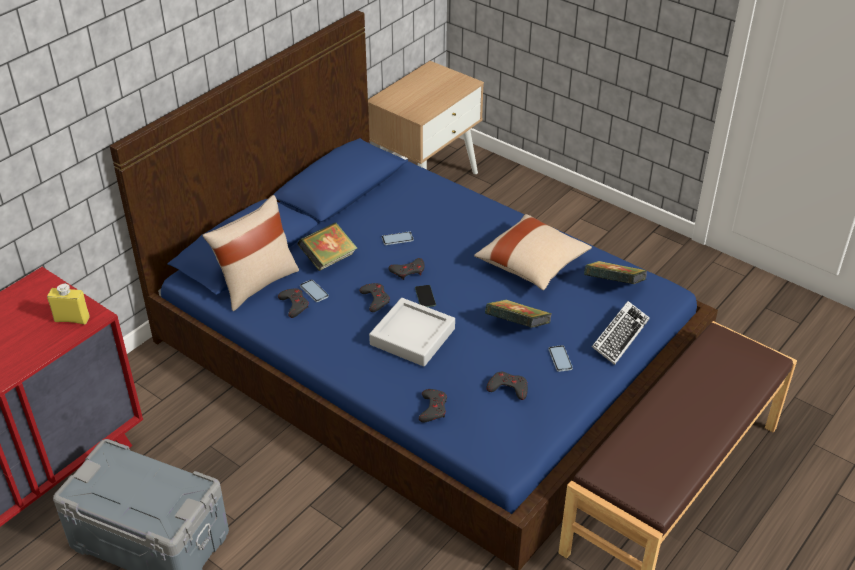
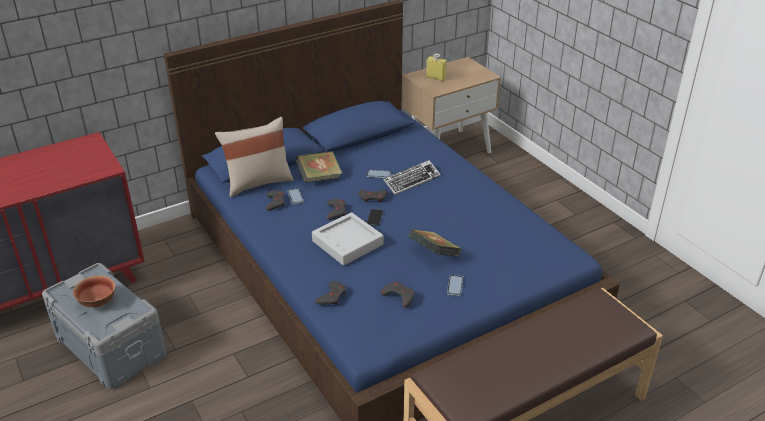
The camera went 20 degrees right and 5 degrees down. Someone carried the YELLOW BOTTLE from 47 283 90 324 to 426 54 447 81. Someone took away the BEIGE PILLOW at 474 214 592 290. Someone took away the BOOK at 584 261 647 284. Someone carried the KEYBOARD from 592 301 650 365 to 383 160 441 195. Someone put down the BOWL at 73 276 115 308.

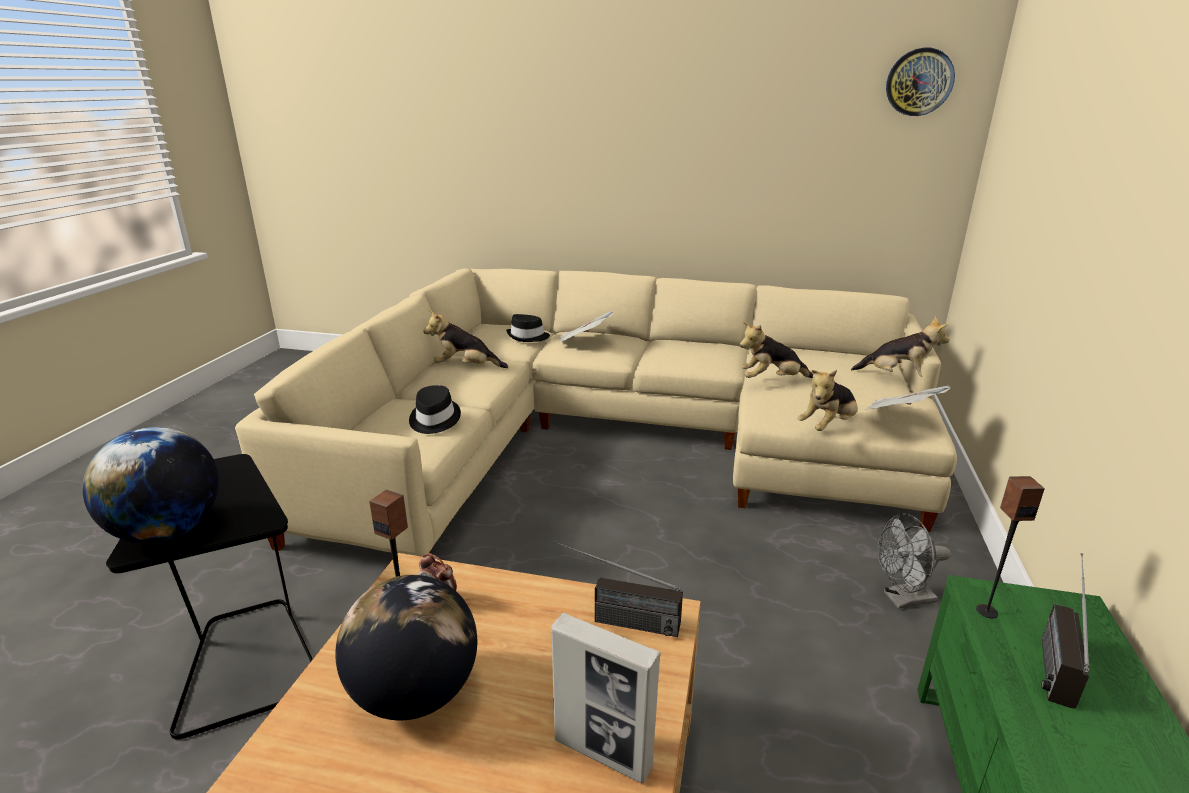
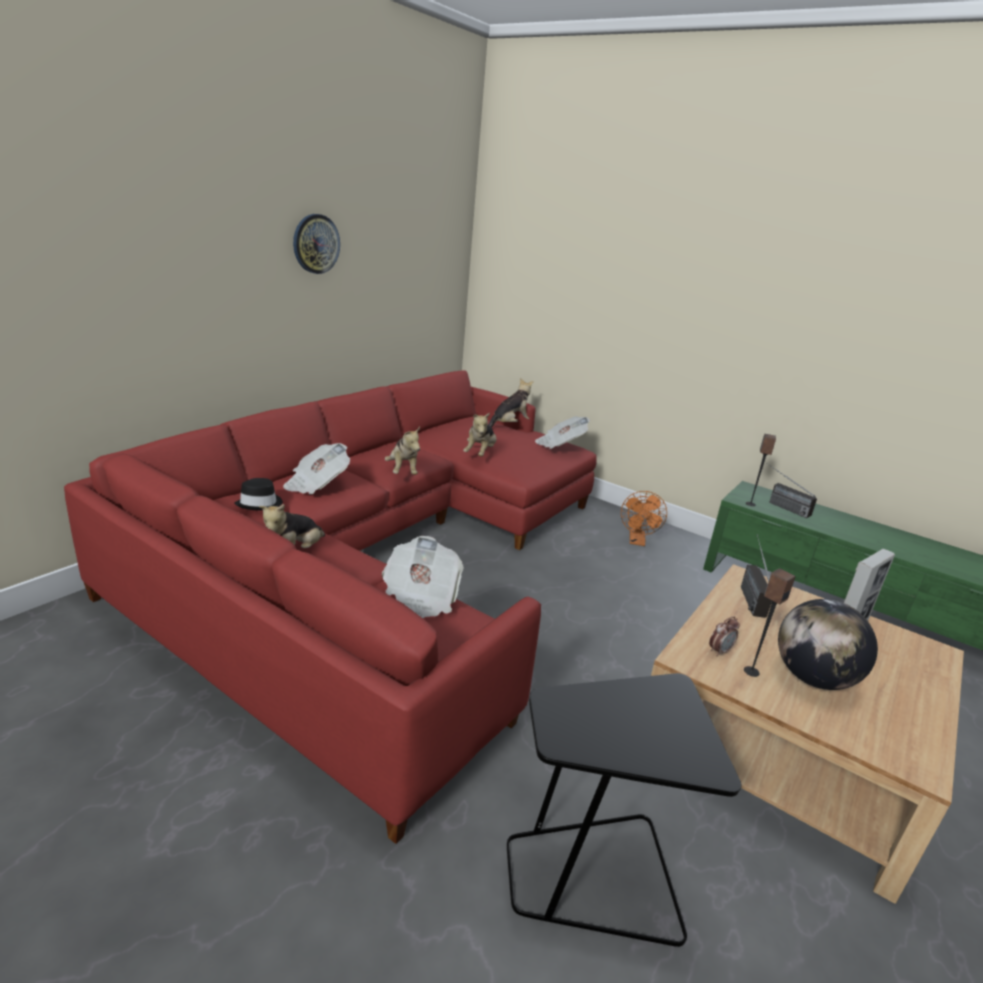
The camera went 70 degrees left and 0 degrees up. Someone took away the GLOBE at 83 427 219 543. Someone repainted the BEIGE SOFA at 235 268 957 557, which became the RED SOFA at 64 370 597 844. Someone swapped the BLACK HAT at 409 385 461 434 for the NEWSPAPER at 382 536 464 618. Someone rotated the RADIO at 555 541 683 637 by 150 degrees clockwise. Someone carried the PLUSH TOY from 797 370 858 431 to 385 427 420 475. Someone repainted the GREY FAN at 877 513 951 609, which became the ORANGE FAN at 621 491 667 546. Someone carried the WALL CLOCK from 886 48 955 116 to 293 214 340 274.

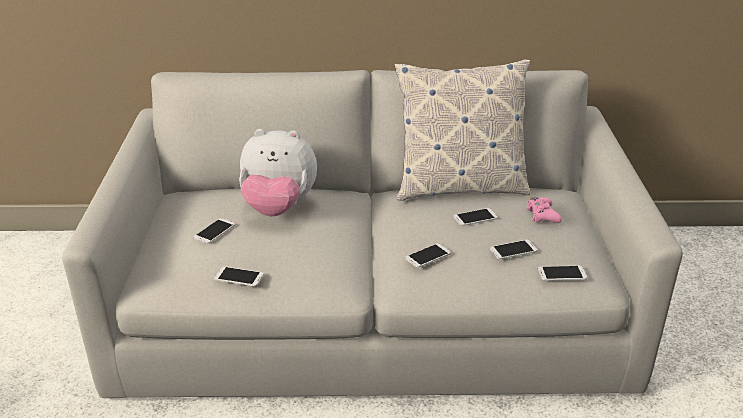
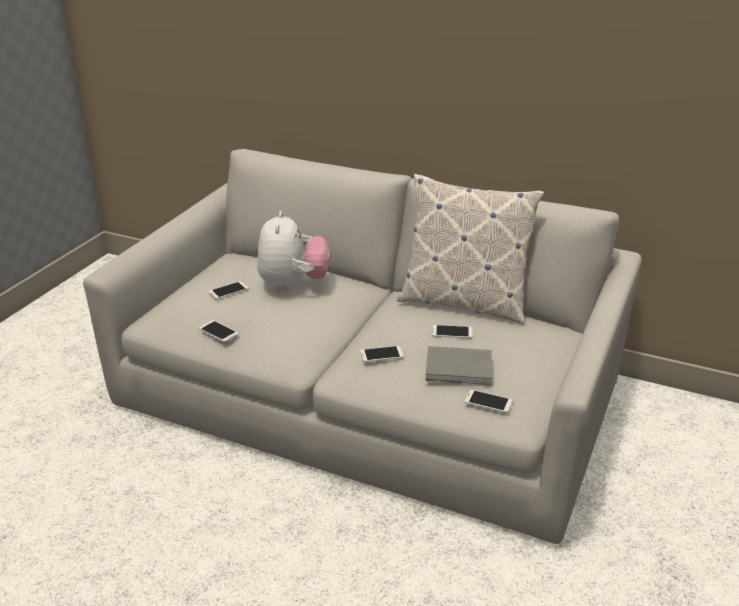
The camera went 25 degrees right and 0 degrees up. Someone rotated the PLUSH TOY at 239 129 317 216 by 120 degrees counterclockwise. Someone swapped the PHONE at 490 240 537 259 for the GREY BOOK at 425 346 492 385. Someone took away the PINK GAME CONTROLLER at 526 197 562 223.

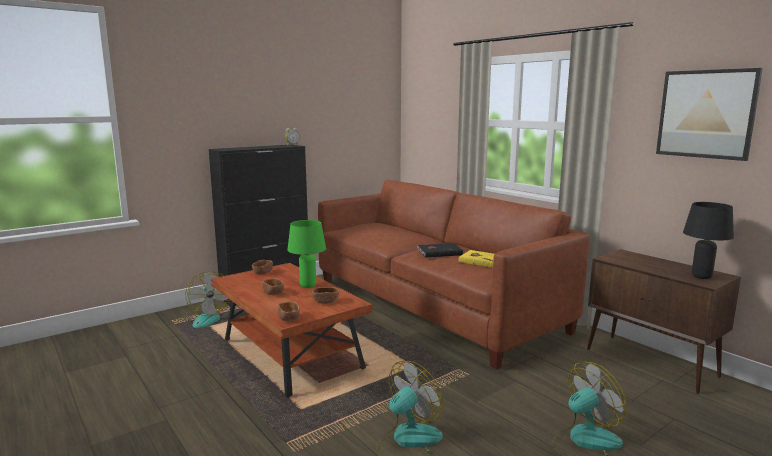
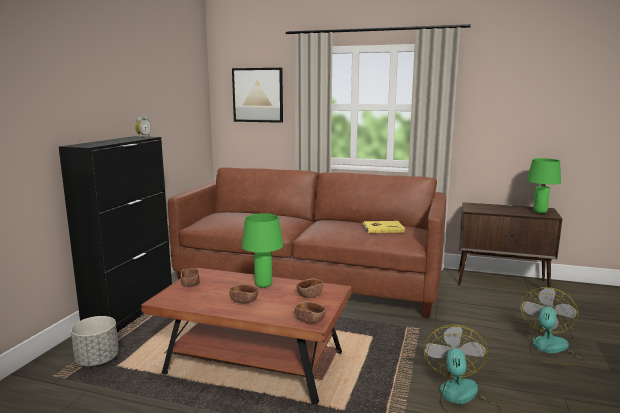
The camera went 35 degrees left and 0 degrees up. Someone swapped the FAN at 178 271 231 328 for the GREY PLANTER at 71 316 119 366. Someone took away the BLACK BOOK at 417 243 463 258. Someone carried the PICTURE from 656 68 763 161 to 232 68 283 123. Someone repainted the BLACK TABLE LAMP at 683 202 734 279, which became the GREEN TABLE LAMP at 527 158 561 213.

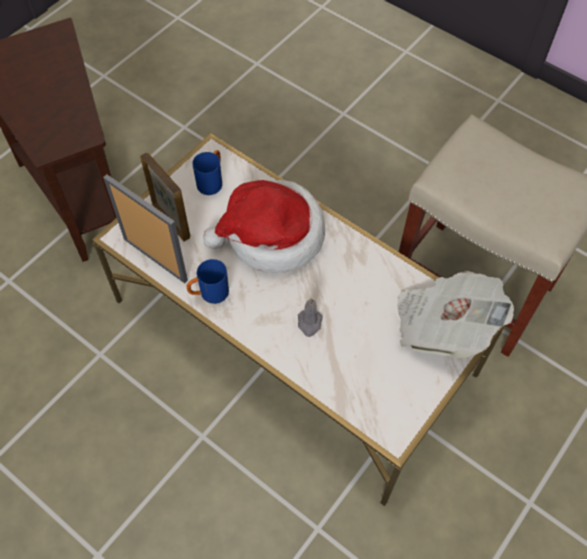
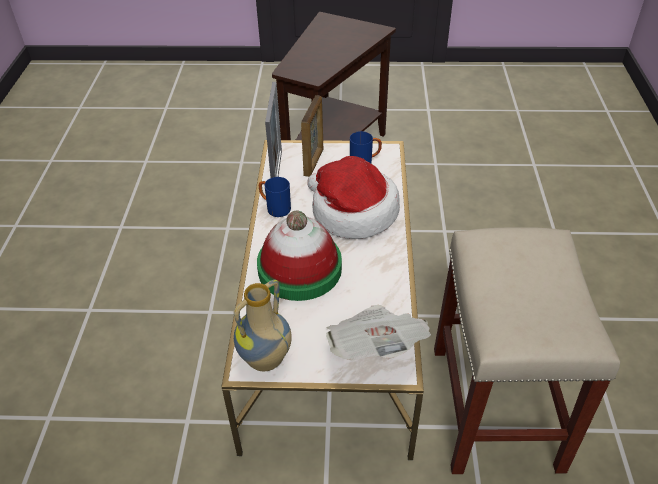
The camera went 55 degrees right and 15 degrees down. Someone swapped the GREY CANDLE at 298 298 323 337 for the HAT at 257 211 342 301. Someone put down the VASE at 234 280 292 371.

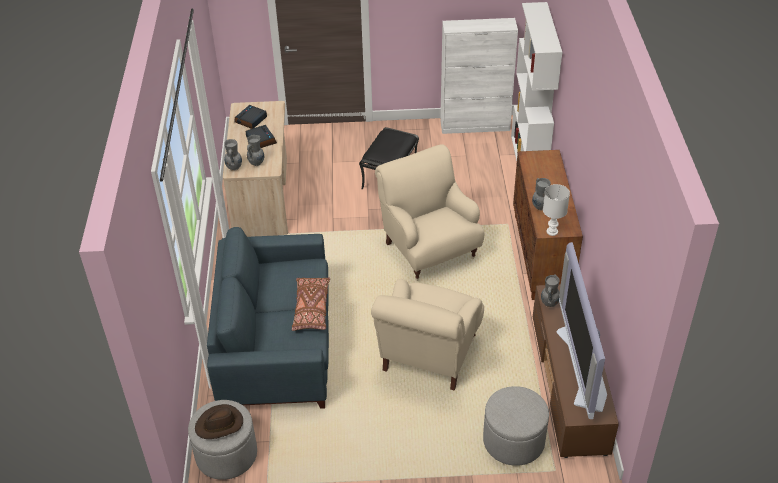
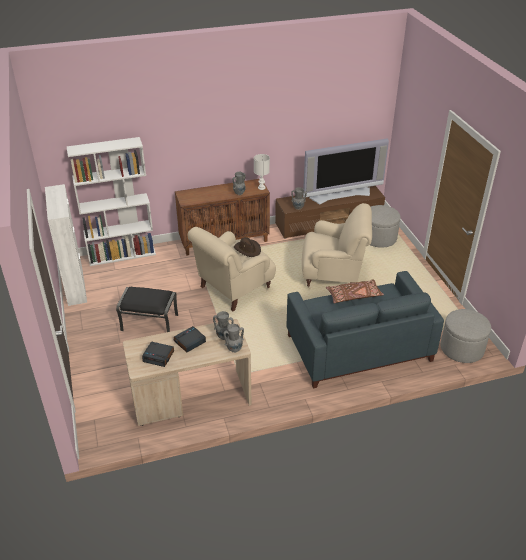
The camera went 105 degrees left and 5 degrees down. Someone carried the BROWN HAT from 195 404 243 439 to 234 237 261 257.

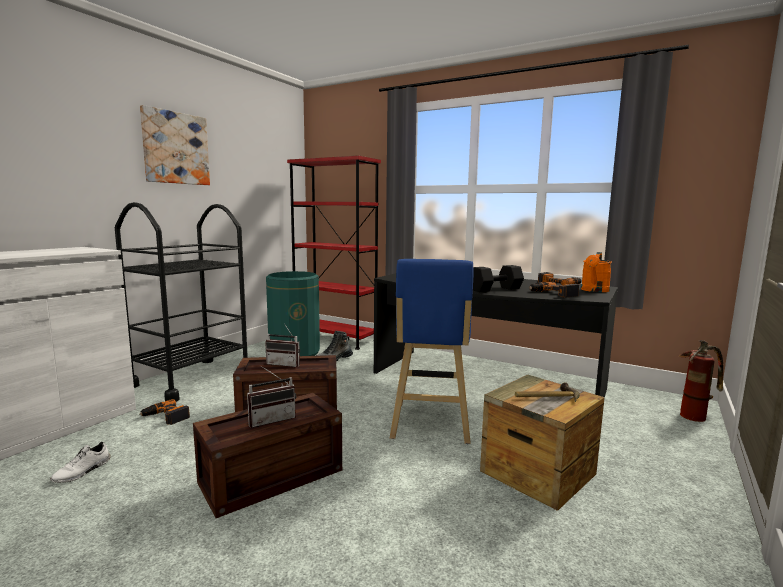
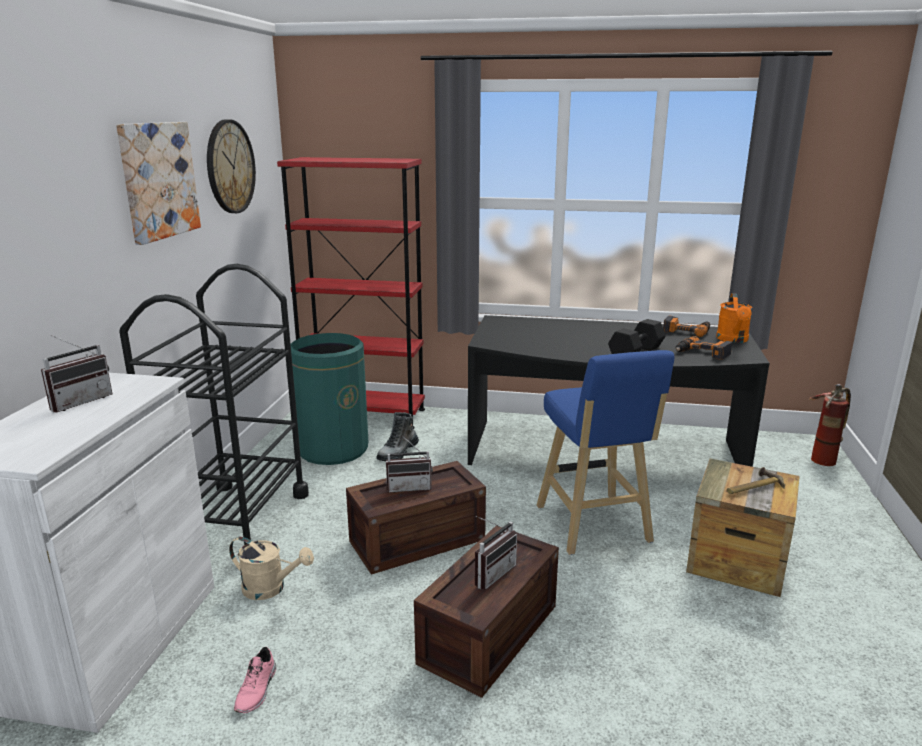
The camera went 20 degrees left and 10 degrees up. Someone repainted the WHITE SHOE at 50 442 111 483, which became the PINK SHOE at 234 647 276 713. Someone swapped the POWER DRILL at 139 399 190 425 for the BEIGE WATERING CAN at 229 537 314 600. Someone put down the RADIO at 41 335 112 413. Someone put up the WALL CLOCK at 207 119 256 213.

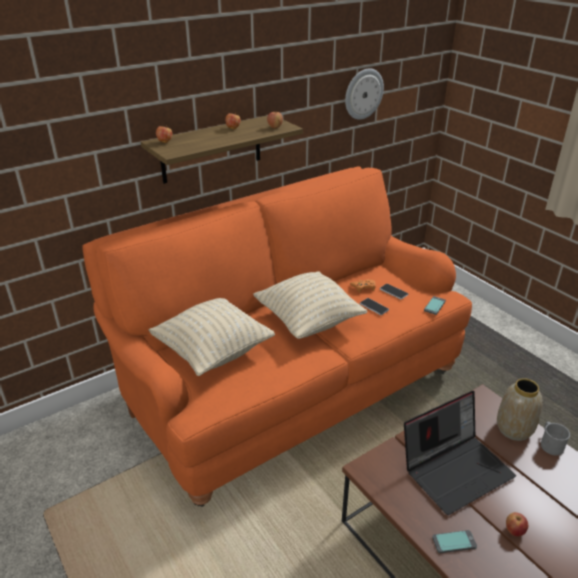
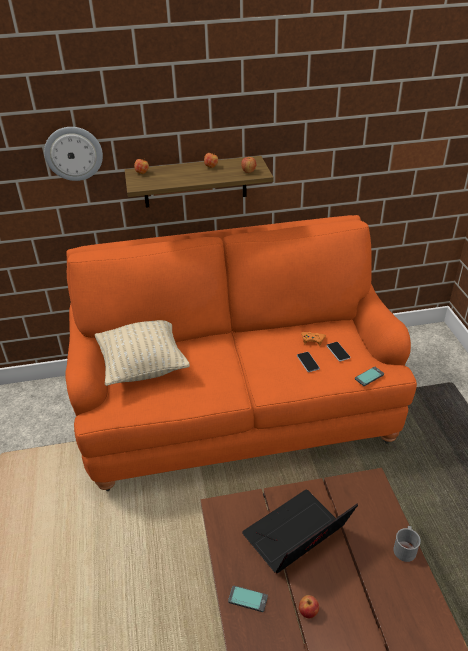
The camera went 25 degrees right and 5 degrees up. Someone took away the BEIGE PILLOW at 253 271 368 339. Someone carried the WALL CLOCK from 345 68 384 119 to 44 127 103 181. Someone rotated the LAPTOP at 404 391 516 515 by 150 degrees clockwise. Someone took away the VASE at 497 378 543 441.

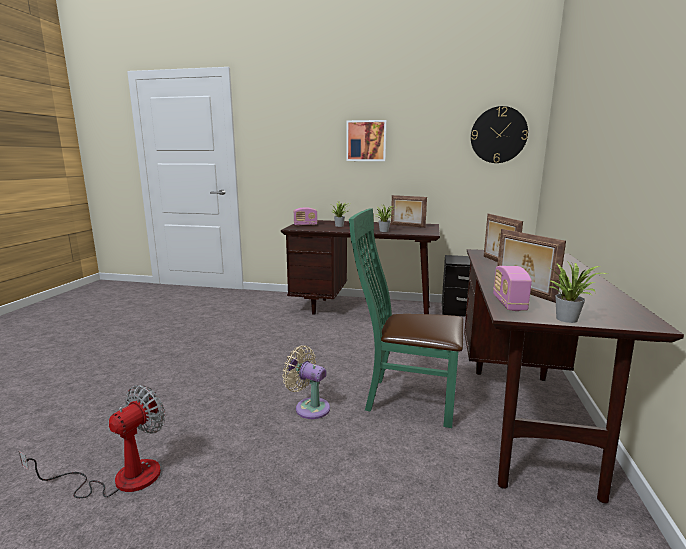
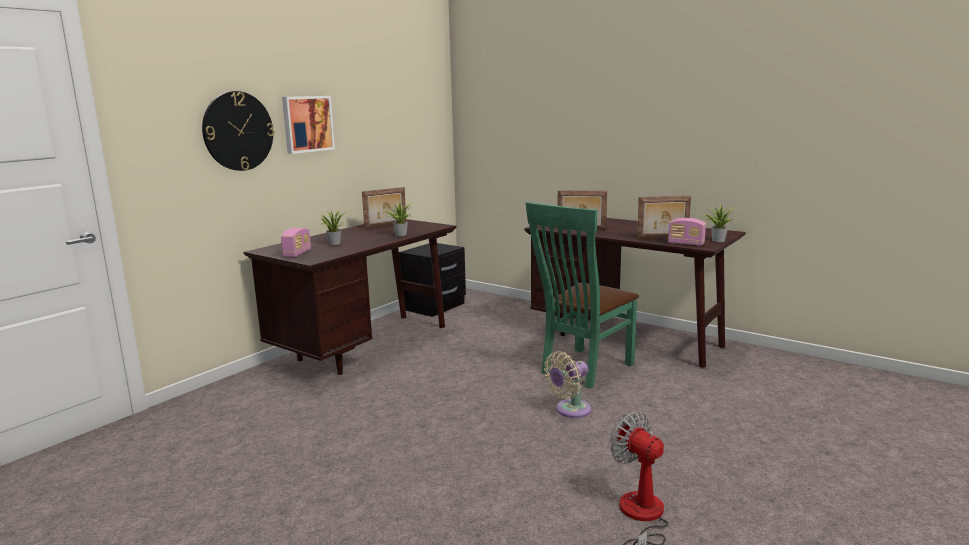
The camera went 65 degrees left and 0 degrees up. Someone carried the WALL CLOCK from 471 106 528 163 to 202 91 274 171.

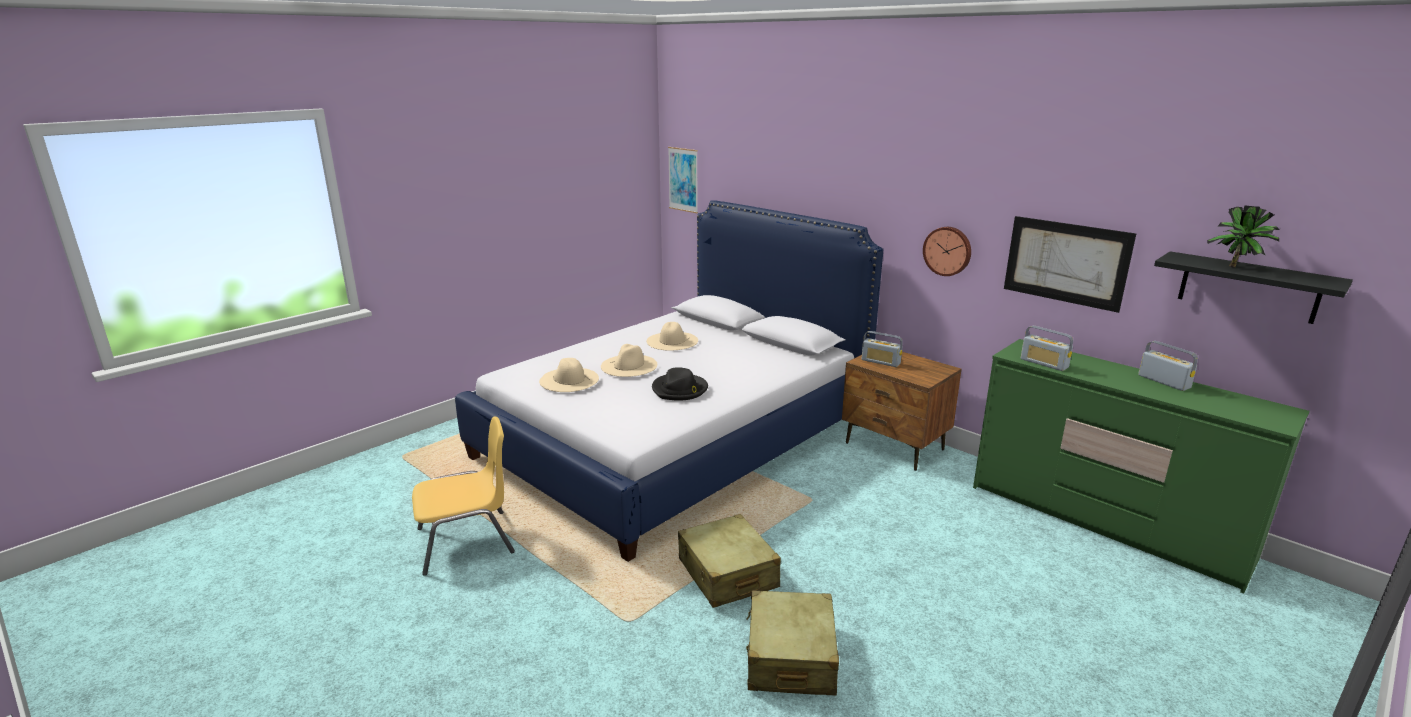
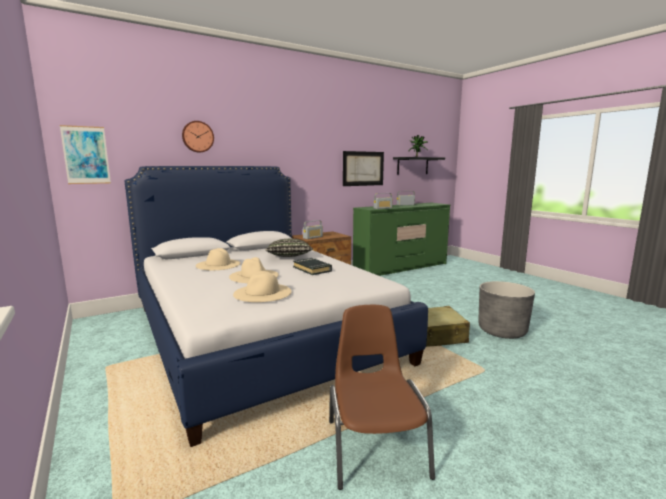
The camera went 75 degrees left and 10 degrees down. Someone repainted the YELLOW CHAIR at 412 416 515 576, which became the BROWN CHAIR at 329 305 435 490. Someone swapped the BLACK HAT at 652 367 708 401 for the BLACK BOOK at 293 258 332 275. Someone swapped the BEIGE SUITCASE at 746 590 839 695 for the GREY PLANTER at 479 281 535 339. Someone carried the WALL CLOCK from 923 227 971 276 to 182 121 214 153. Someone put down the PILLOW at 266 239 313 257.

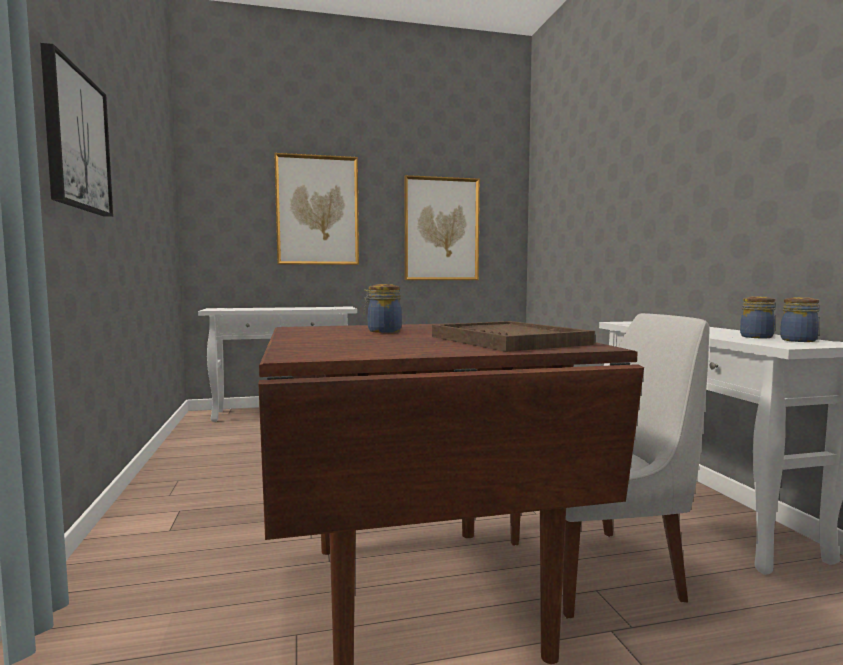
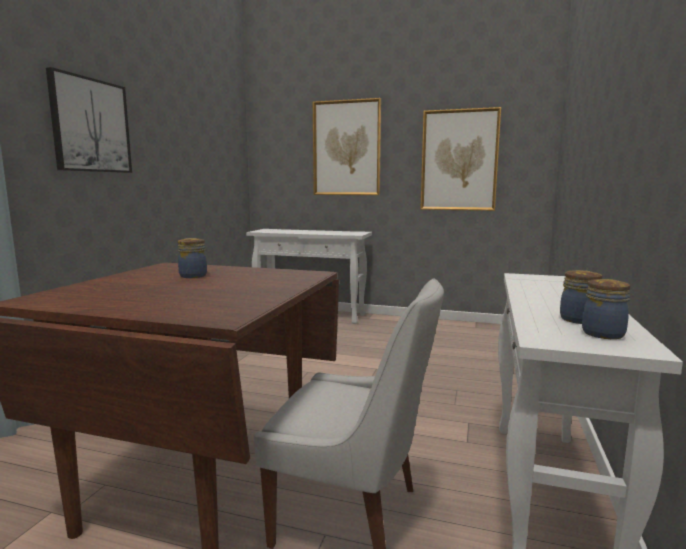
The camera went 30 degrees right and 5 degrees up. Someone took away the BROWN TRAY at 432 321 595 352.

